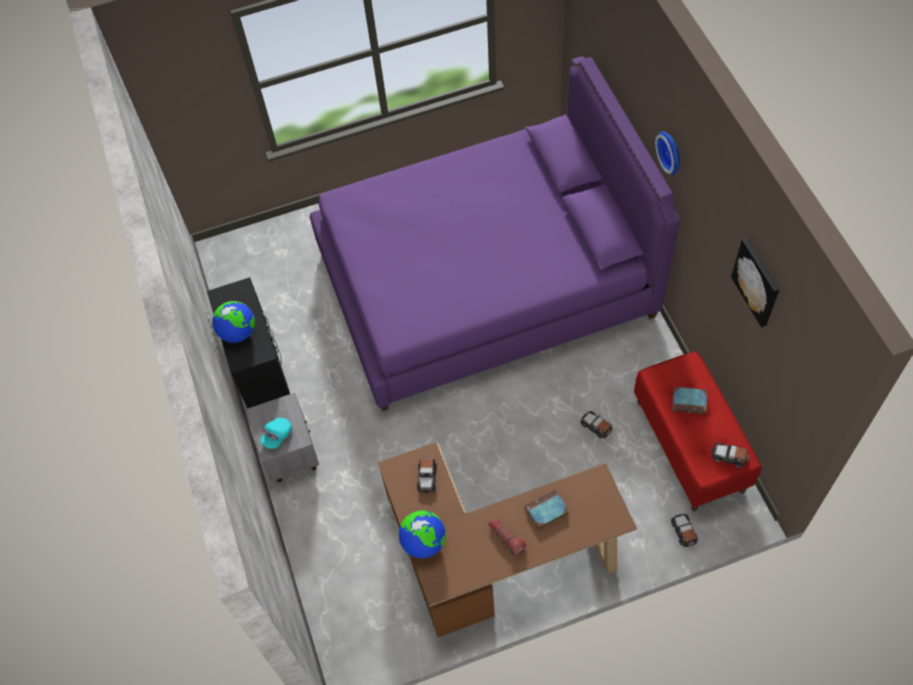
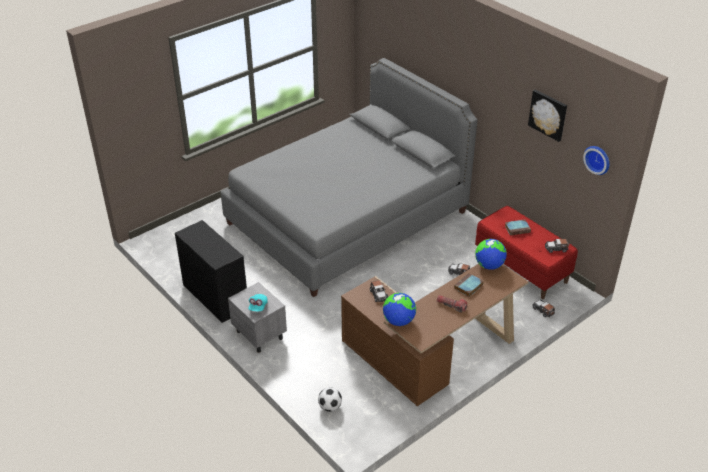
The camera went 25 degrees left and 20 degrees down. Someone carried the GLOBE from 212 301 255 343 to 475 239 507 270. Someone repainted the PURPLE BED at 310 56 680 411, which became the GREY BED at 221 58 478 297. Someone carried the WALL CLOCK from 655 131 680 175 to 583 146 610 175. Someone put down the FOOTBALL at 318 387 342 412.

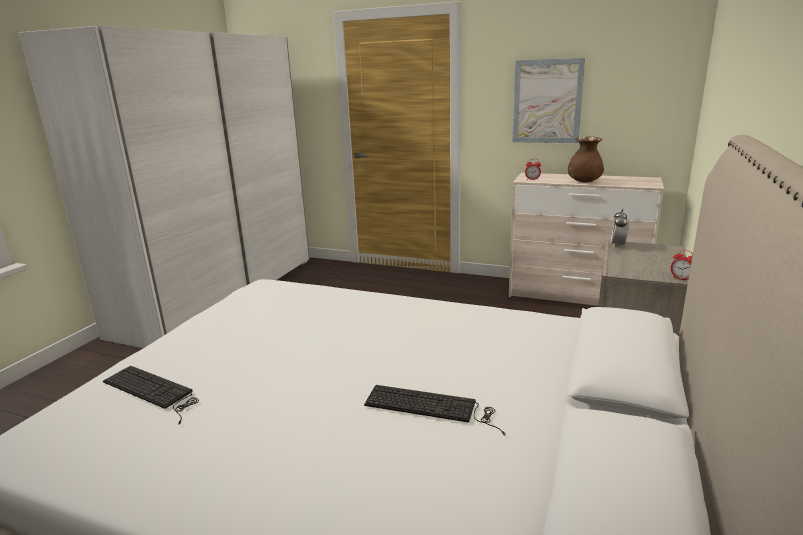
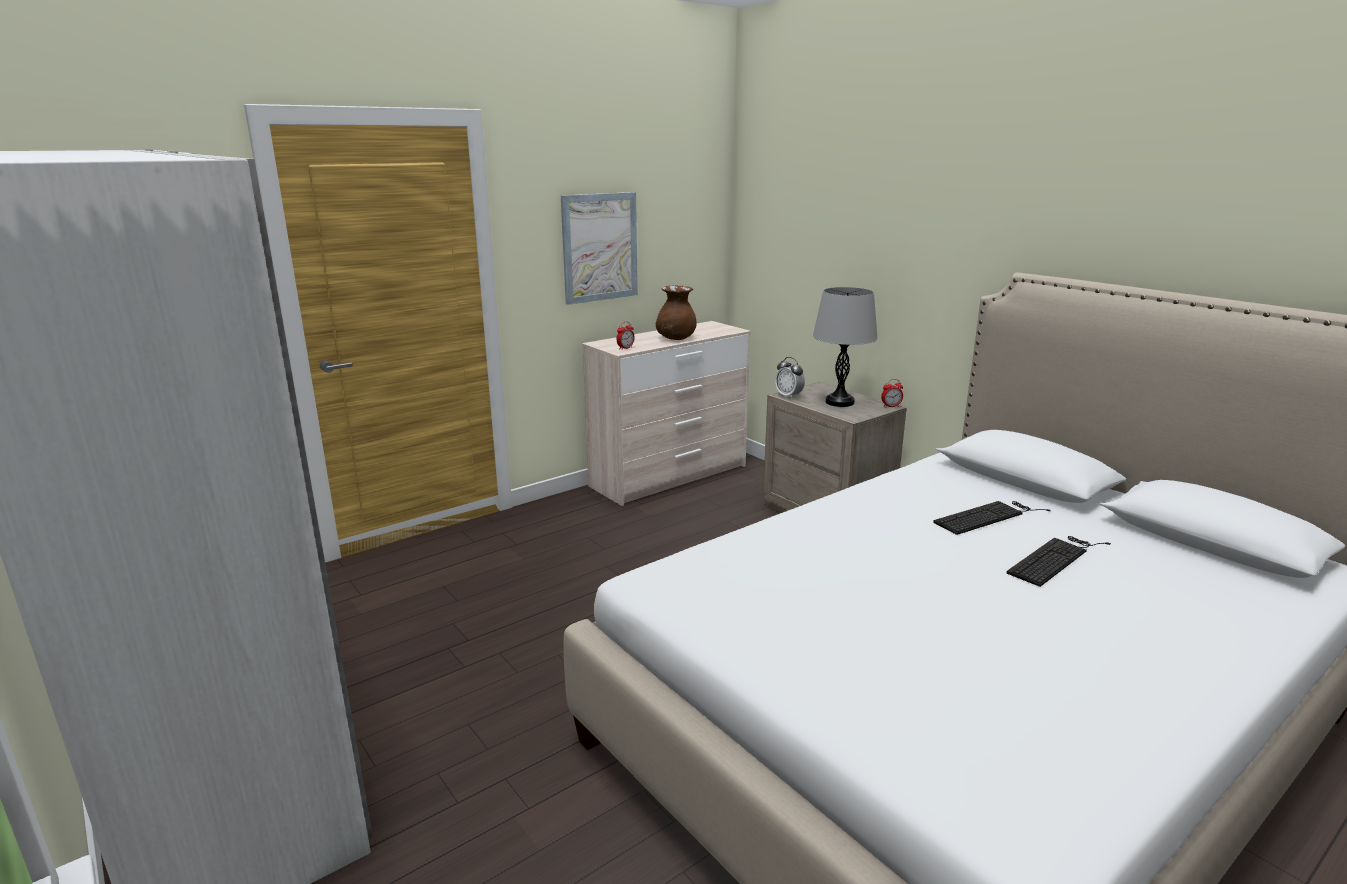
The camera went 60 degrees left and 0 degrees up. Someone carried the KEYBOARD from 103 366 199 425 to 933 501 1051 535. Someone put down the GREY TABLE LAMP at 813 287 878 407.

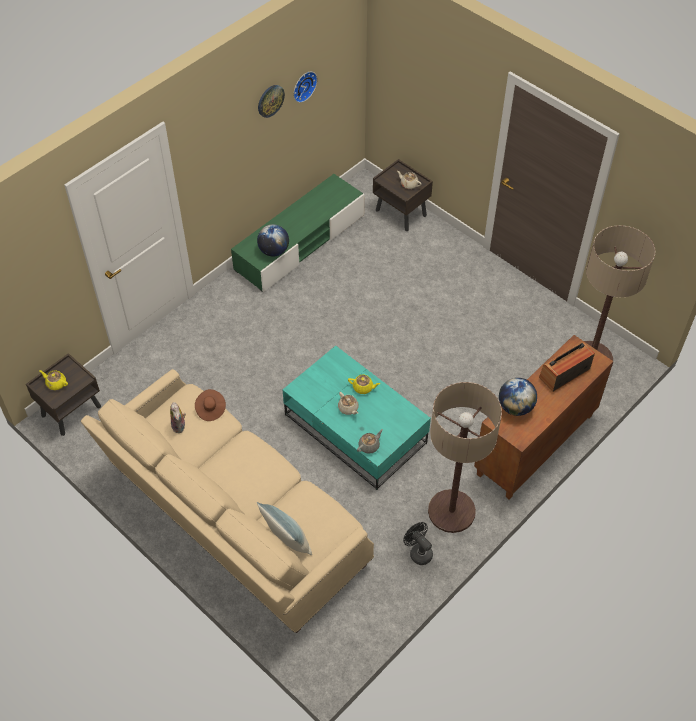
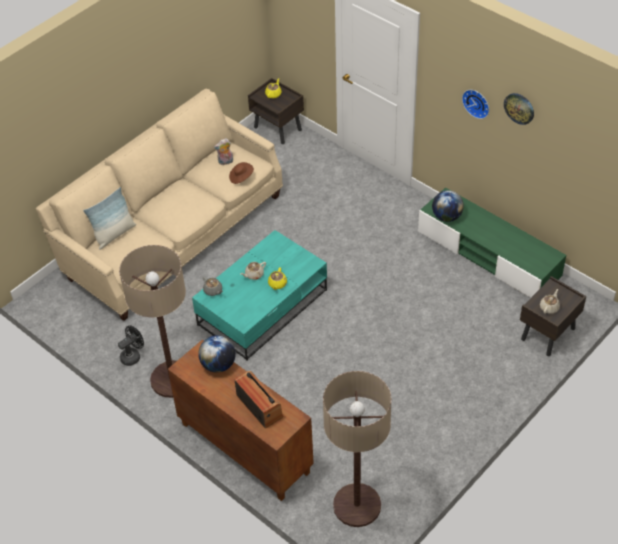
The camera went 90 degrees right and 5 degrees down. Someone carried the WALL CLOCK from 293 72 317 103 to 462 90 489 119.

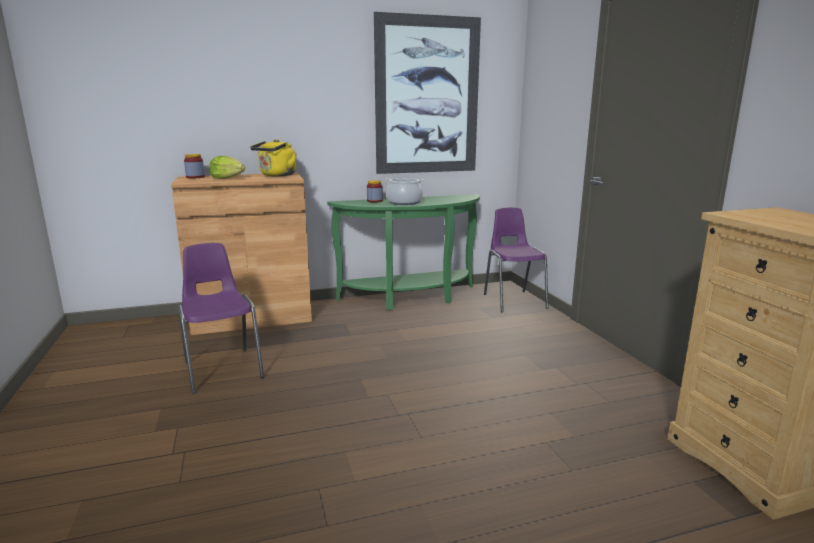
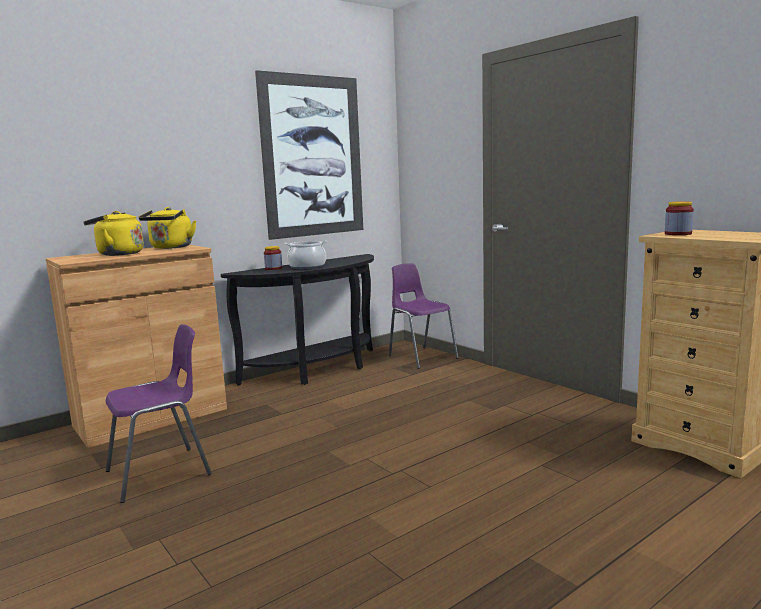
The camera went 20 degrees left and 5 degrees down. Someone rotated the PURPLE CHAIR at 178 243 264 394 by 105 degrees clockwise. Someone carried the JAR from 184 154 205 178 to 665 201 694 235. Someone swapped the LETTUCE at 210 156 245 179 for the YELLOW KETTLE at 84 211 144 256. Someone repainted the GREEN CONSOLE TABLE at 327 194 480 310, which became the BLACK CONSOLE TABLE at 221 254 374 385.

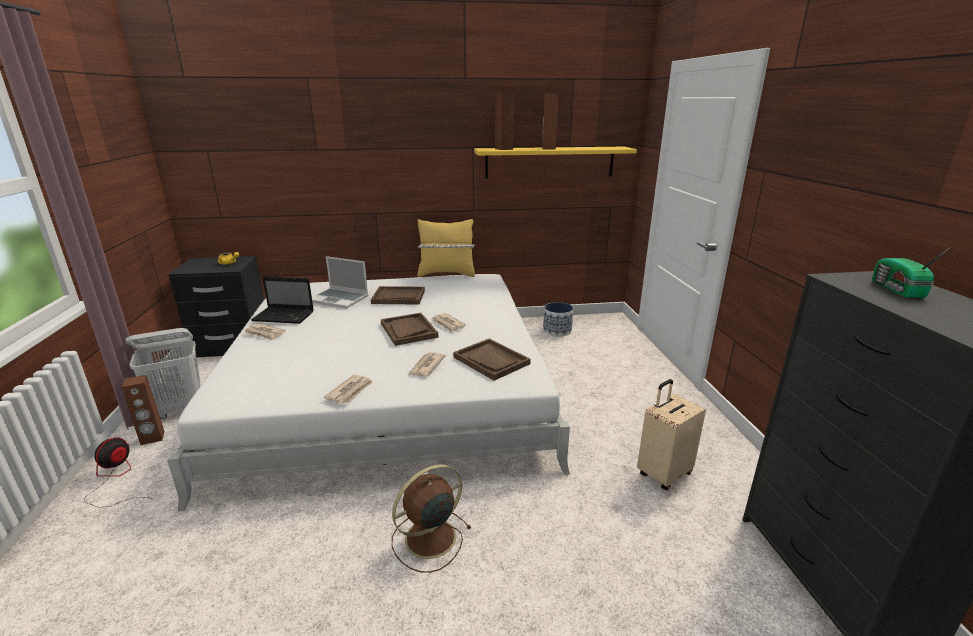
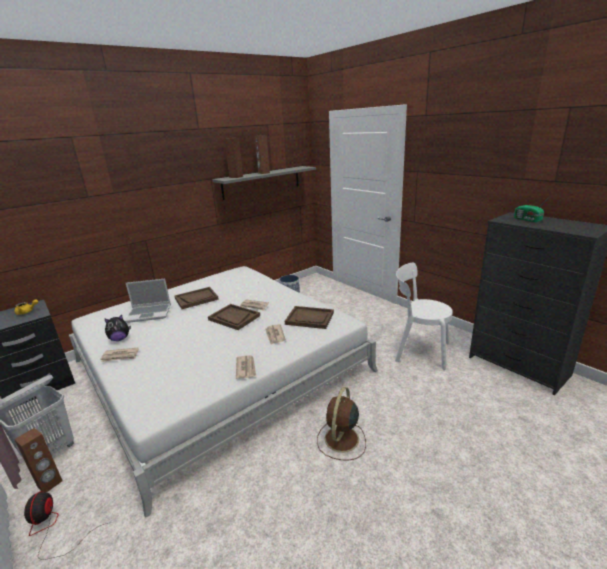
The camera went 30 degrees left and 0 degrees up. Someone swapped the LAPTOP at 251 276 314 324 for the PLUSH TOY at 104 315 131 341. Someone took away the YELLOW PILLOW at 417 219 475 277. Someone repainted the YELLOW SHELF at 474 147 637 179, which became the GREY SHELF at 212 166 316 200. Someone swapped the BEIGE SUITCASE at 637 379 706 490 for the WHITE CHAIR at 395 263 453 370.

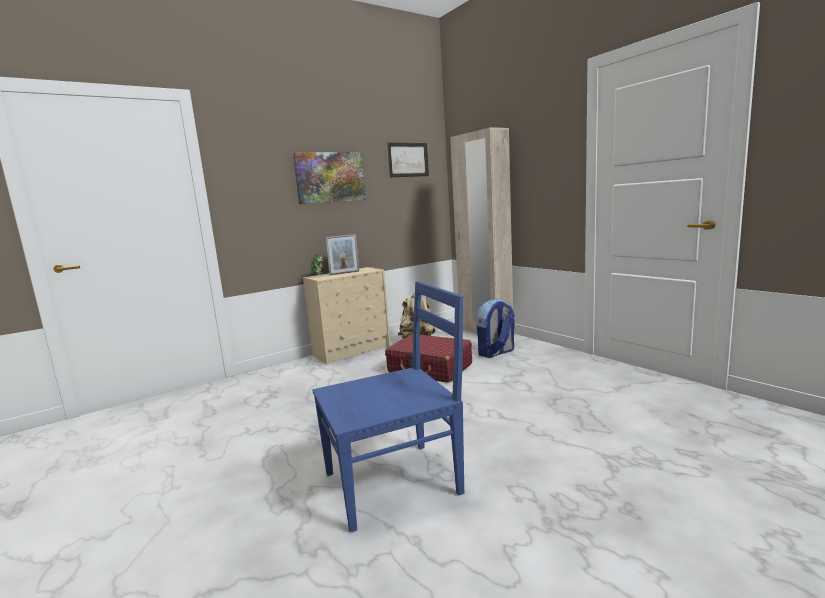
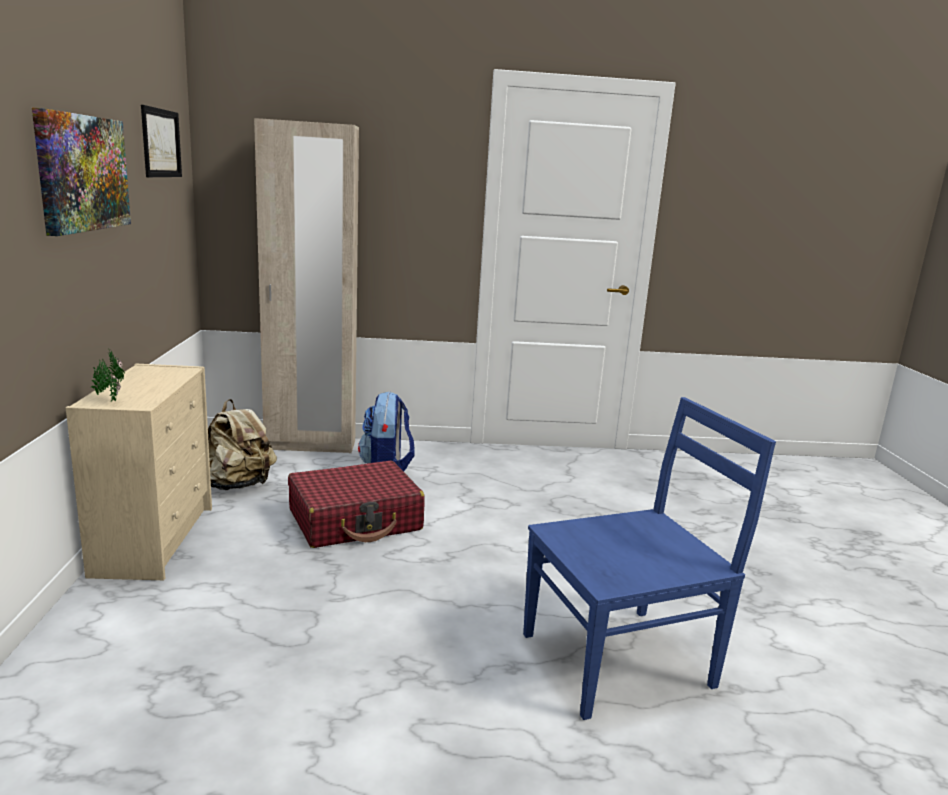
The camera went 60 degrees left and 5 degrees up. Someone rotated the BLUE CHAIR at 313 281 464 533 by 60 degrees clockwise. Someone took away the PICTURE FRAME at 325 234 359 275.

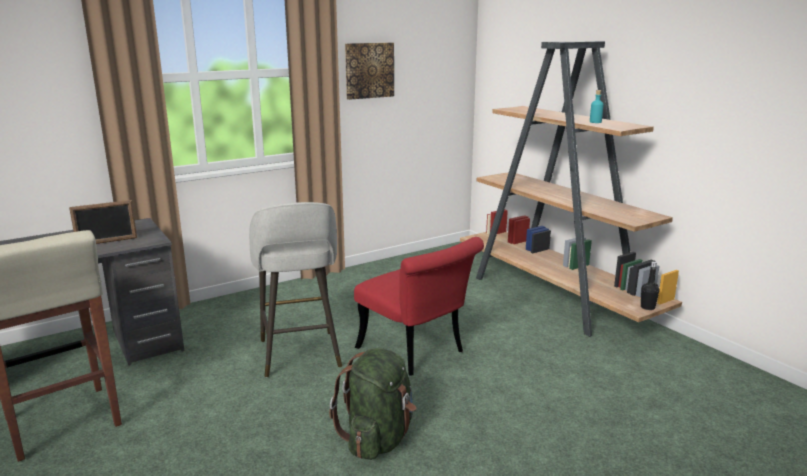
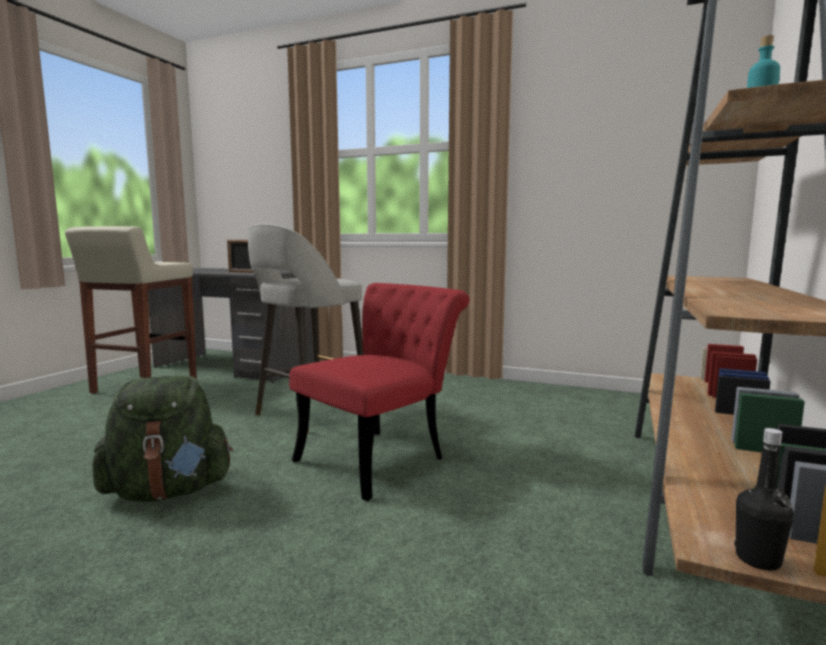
The camera went 55 degrees right and 10 degrees down. Someone took away the PICTURE at 345 43 394 100. Someone rotated the RED CHAIR at 354 237 484 376 by 150 degrees counterclockwise.

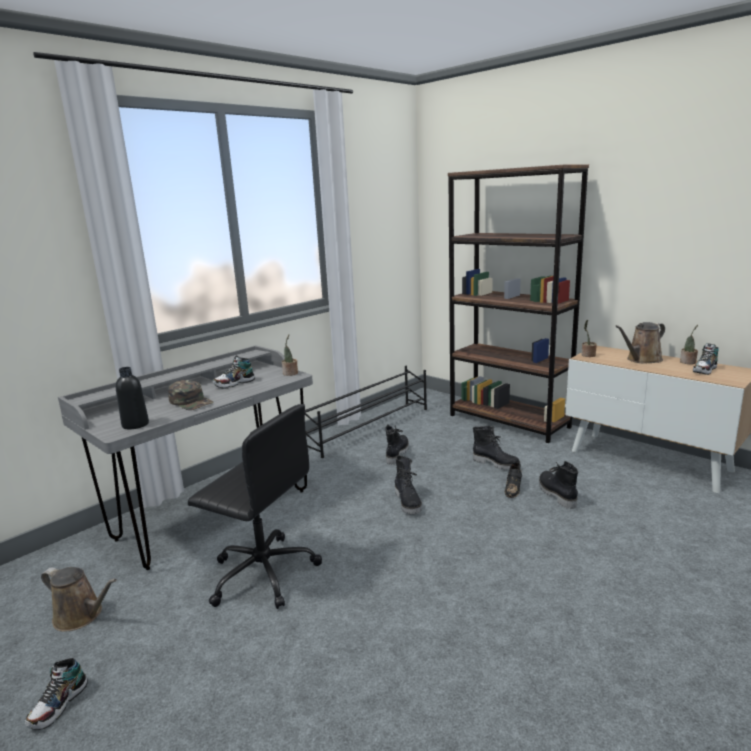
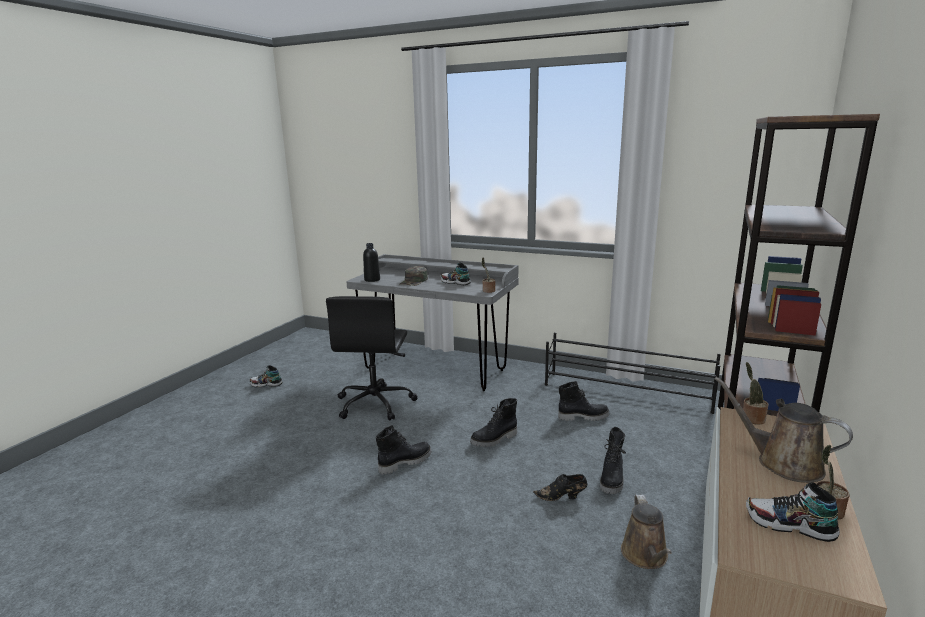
The camera went 70 degrees right and 0 degrees up. Someone carried the BROWN WATERING CAN from 41 567 117 632 to 621 495 672 569. Someone carried the BLACK BOOT from 539 461 578 509 to 376 425 432 475.

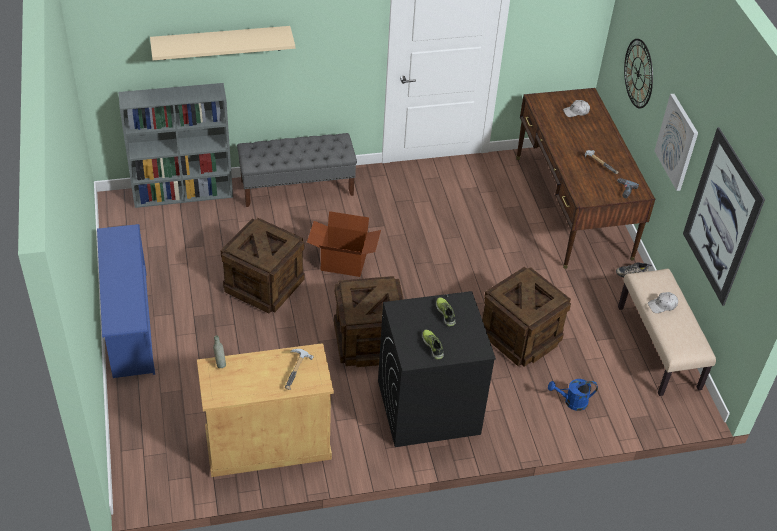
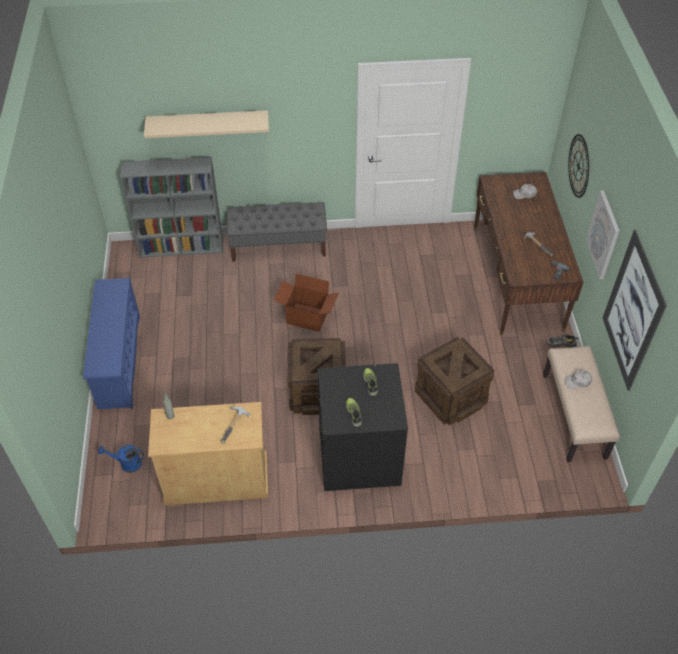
The camera went 10 degrees right and 5 degrees up. Someone took away the CRATE at 220 218 305 313. Someone carried the BLUE WATERING CAN from 548 379 598 411 to 98 445 144 473.

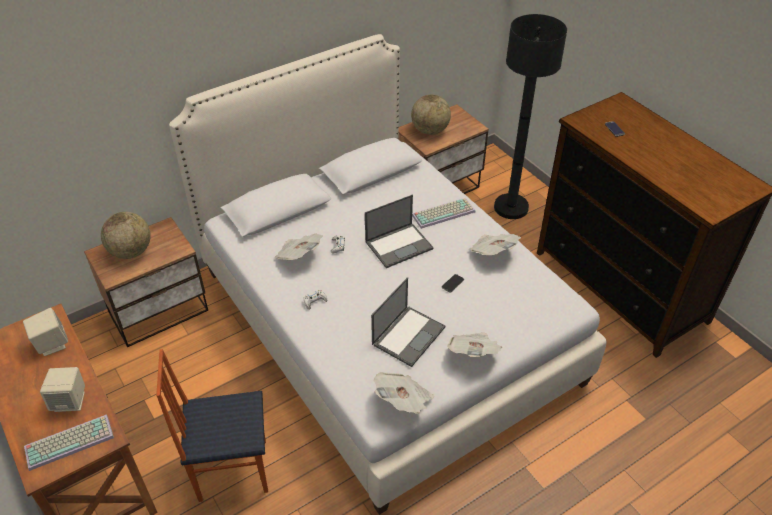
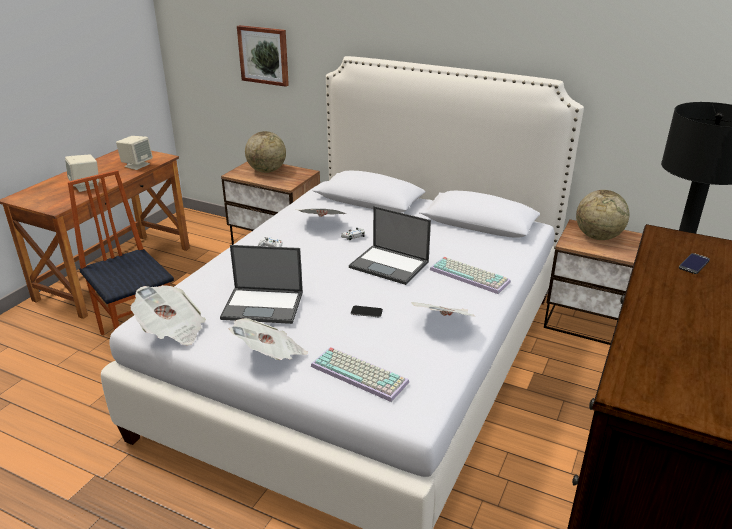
The camera went 60 degrees right and 15 degrees down. Someone carried the KEYBOARD from 24 415 114 471 to 311 347 409 402. Someone put up the PICTURE at 237 25 289 87.

